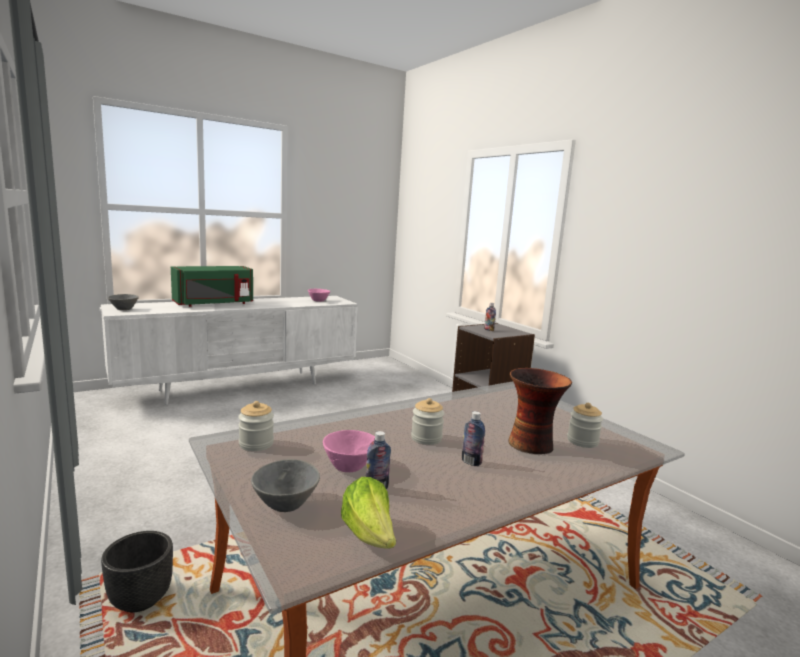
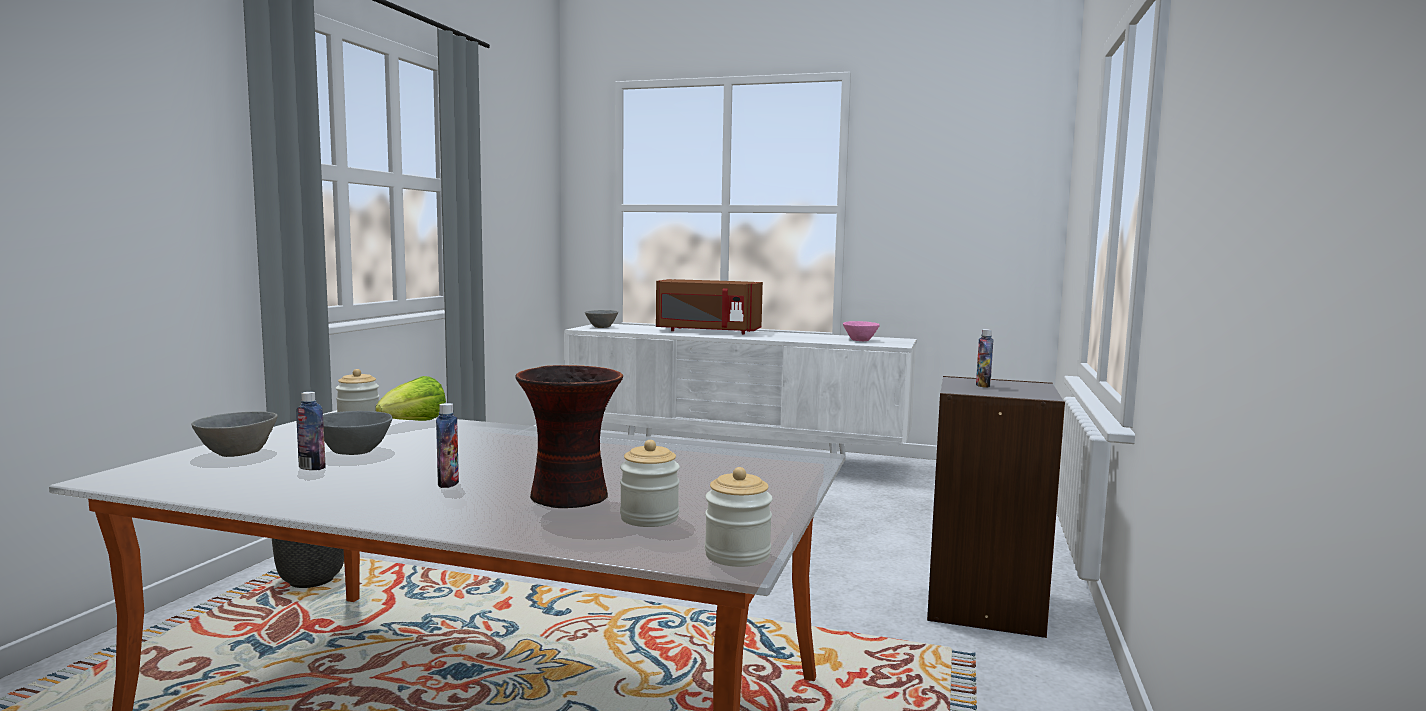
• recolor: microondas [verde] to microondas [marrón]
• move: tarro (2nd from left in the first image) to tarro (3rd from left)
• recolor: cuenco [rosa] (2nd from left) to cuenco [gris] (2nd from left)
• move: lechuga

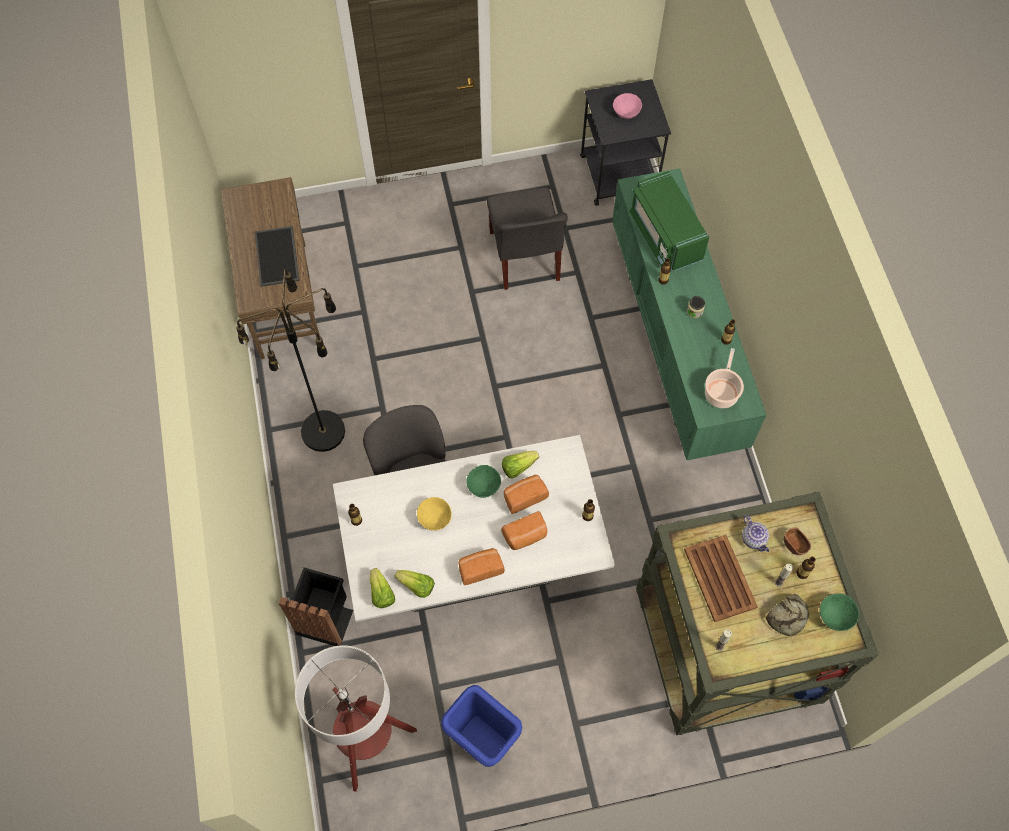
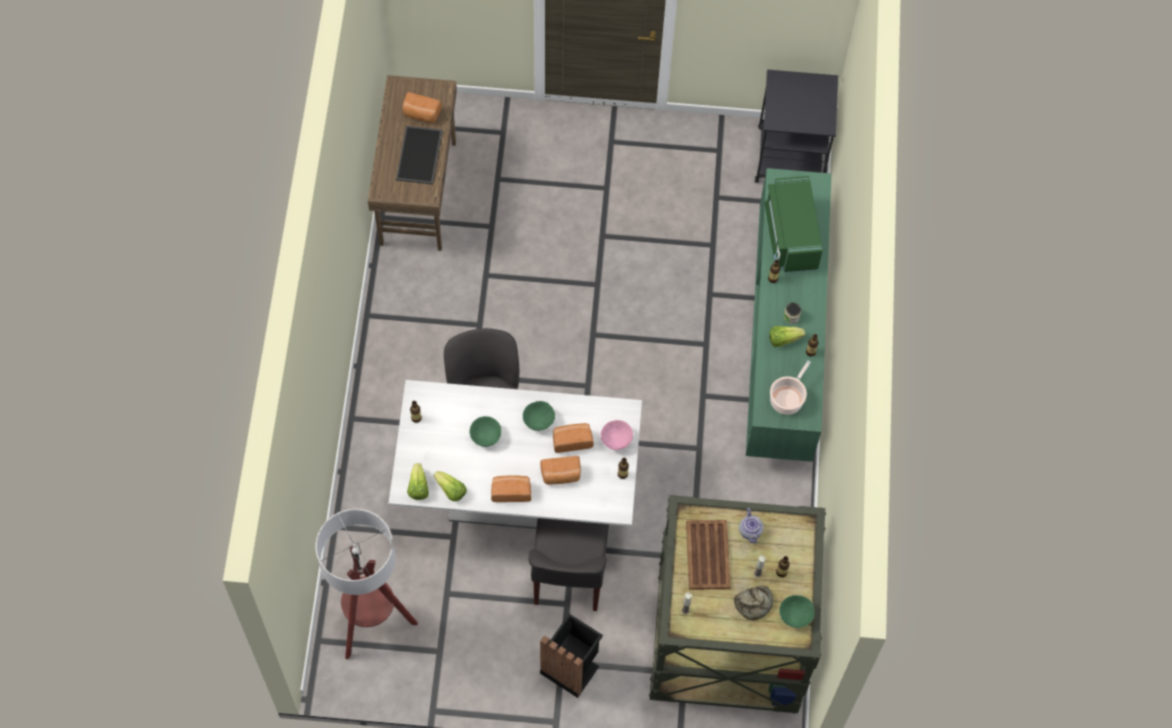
• move: cuenco [rosa]
• move: silla [gris] (2nd from left)
• delete: lámpara de pie (1st from left)
• move: lechuga (3rd from left)
• recolor: cuenco [amarillo] to cuenco [verde] (1st from left)
• delete: cuenco [marrón]
• move: papelera [negro]
• delete: papelera [azul]
• insert: pan (1st from left)

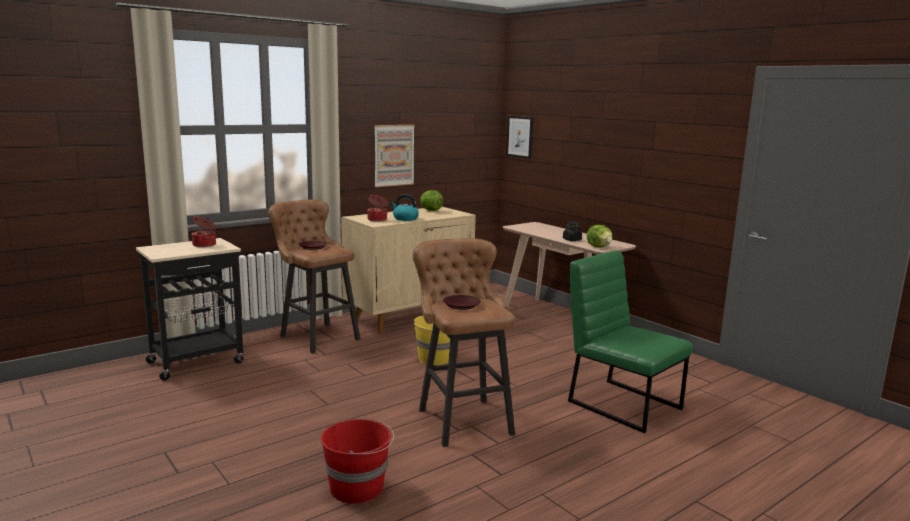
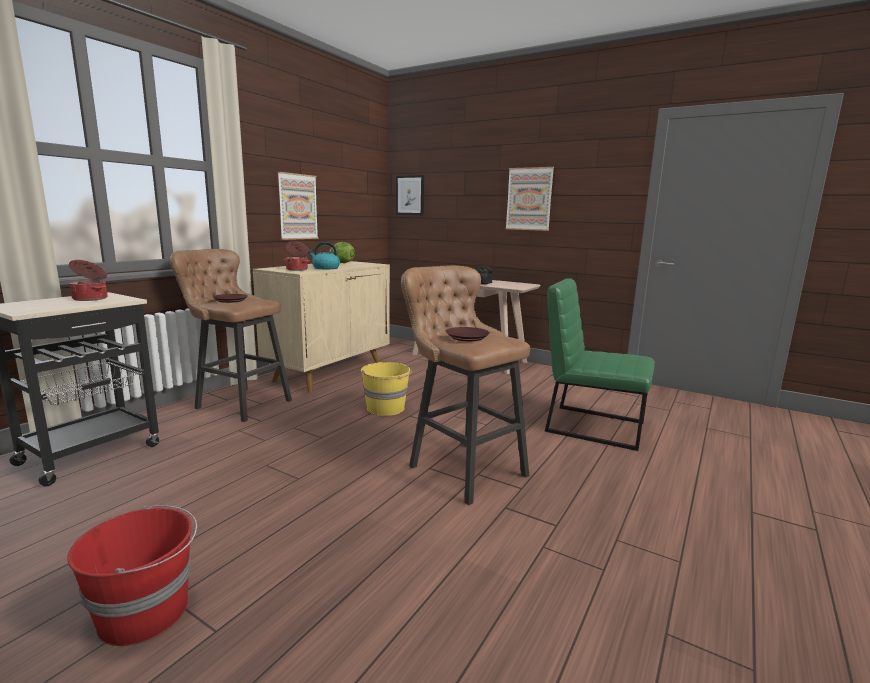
• delete: lechuga (2nd from left)
• move: cubo [rojo]
• insert: cuadro (3rd from left)

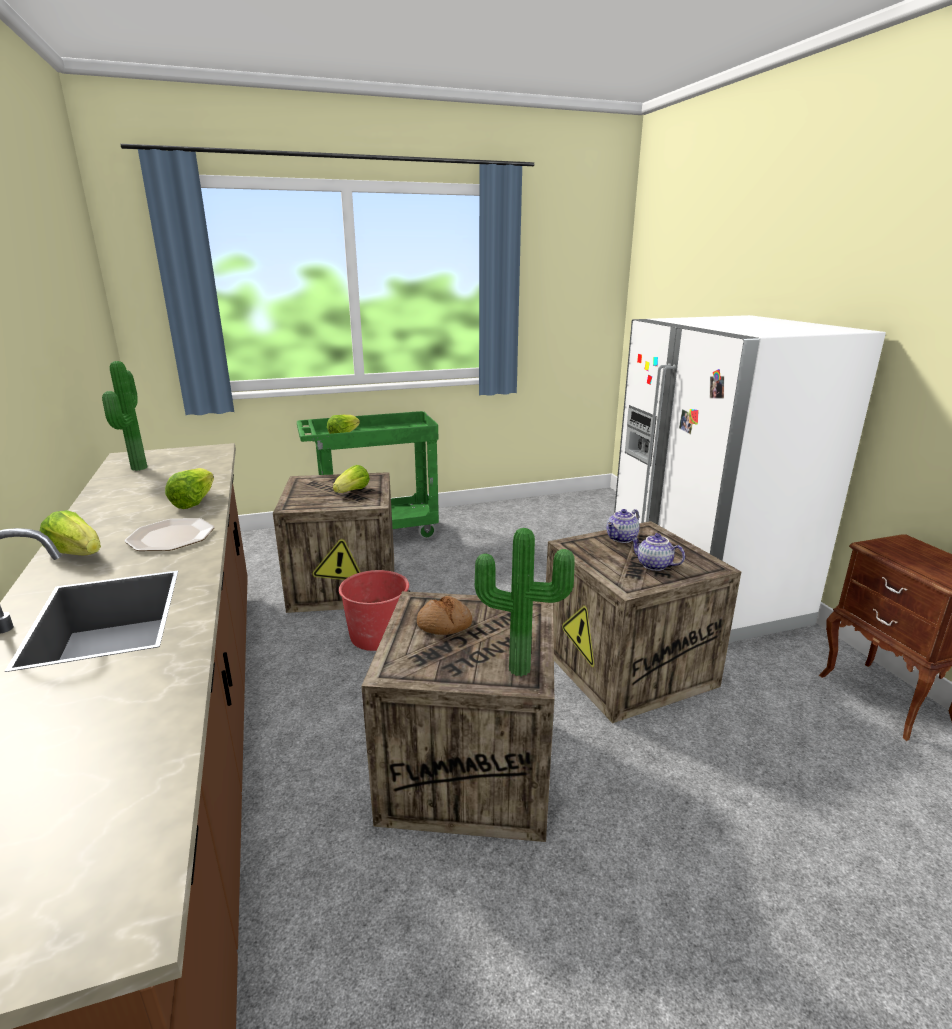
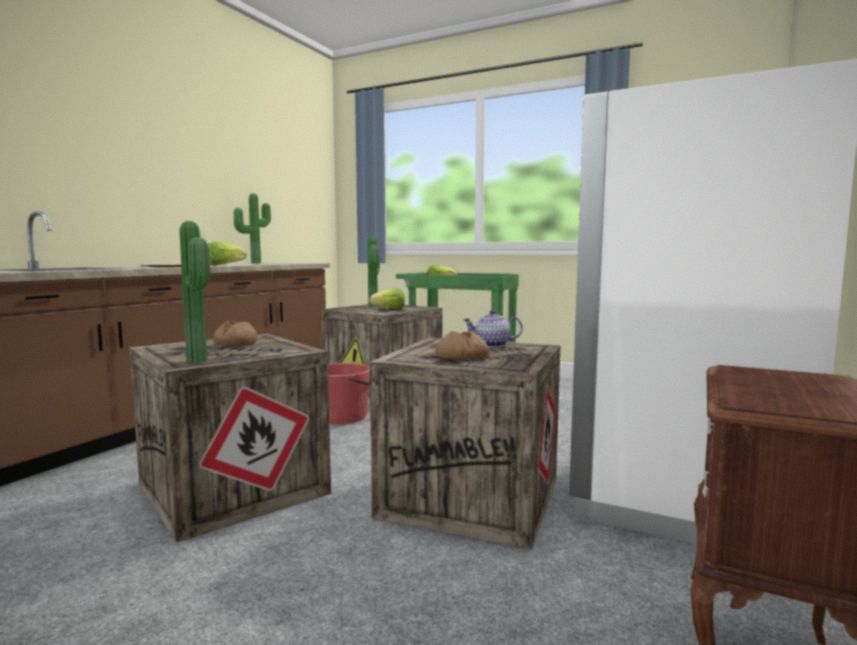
• delete: lechuga (1st from left)
• replace: tetera (2nd from left) to pan (2nd from left)
• insert: planta en maceta (3rd from left)

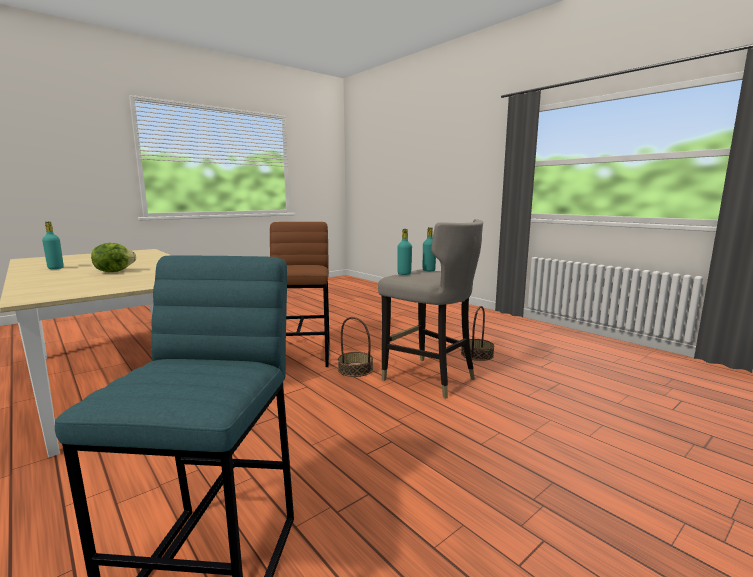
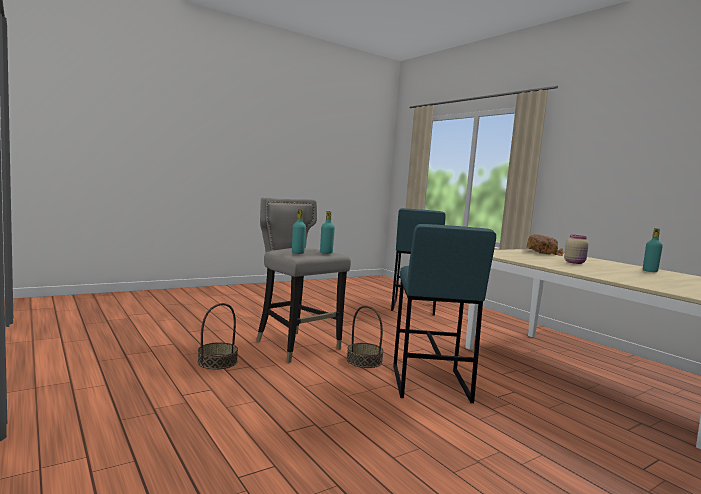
• recolor: taburete [marrón] to taburete [turquesa] (2nd from left)
• replace: lechuga to tarro [beis]
• insert: pan

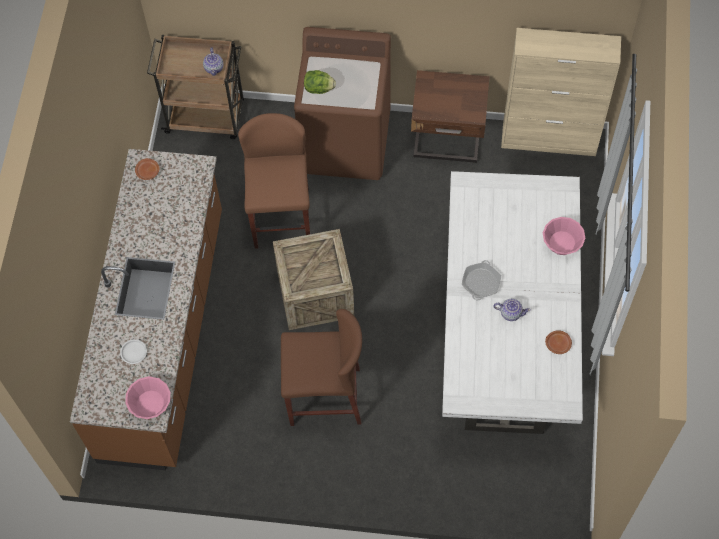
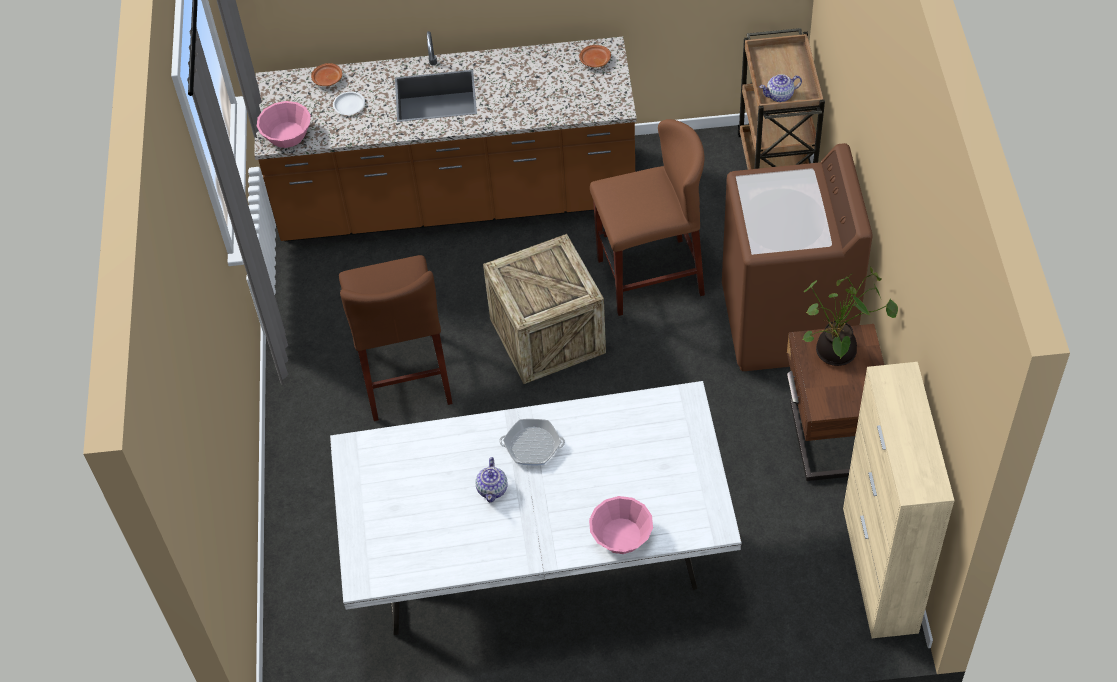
• delete: lechuga
• move: plato [marrón] (2nd from left in the first image) to plato [marrón] (1st from left)
• insert: planta en maceta

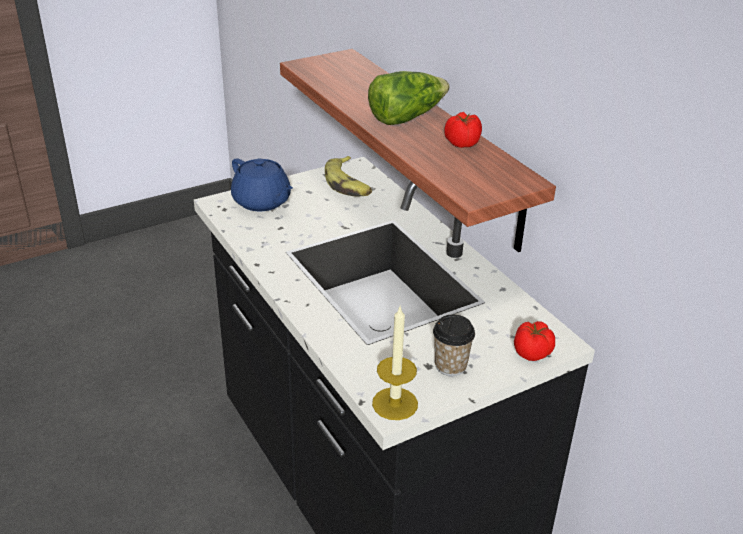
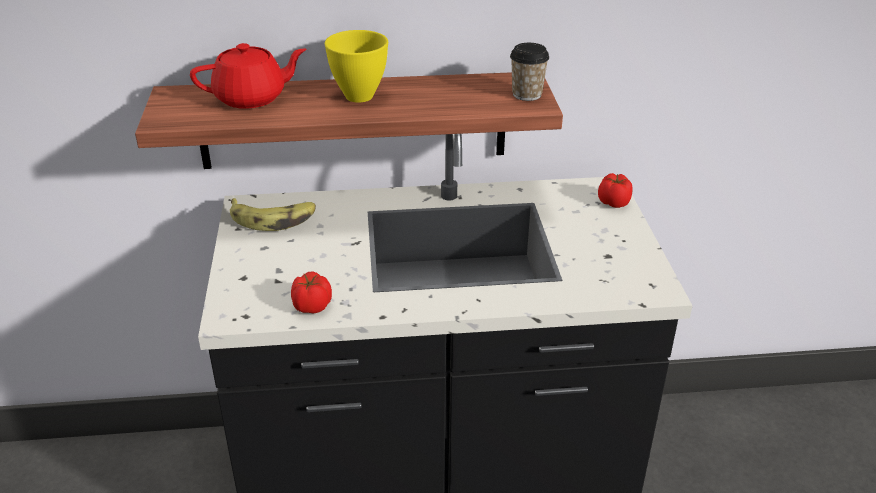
• replace: lechuga to cuenco [amarillo]
• move: tomate (1st from left)
• delete: tetera [azul]
• delete: vela
• move: taza
• insert: tetera [rojo]

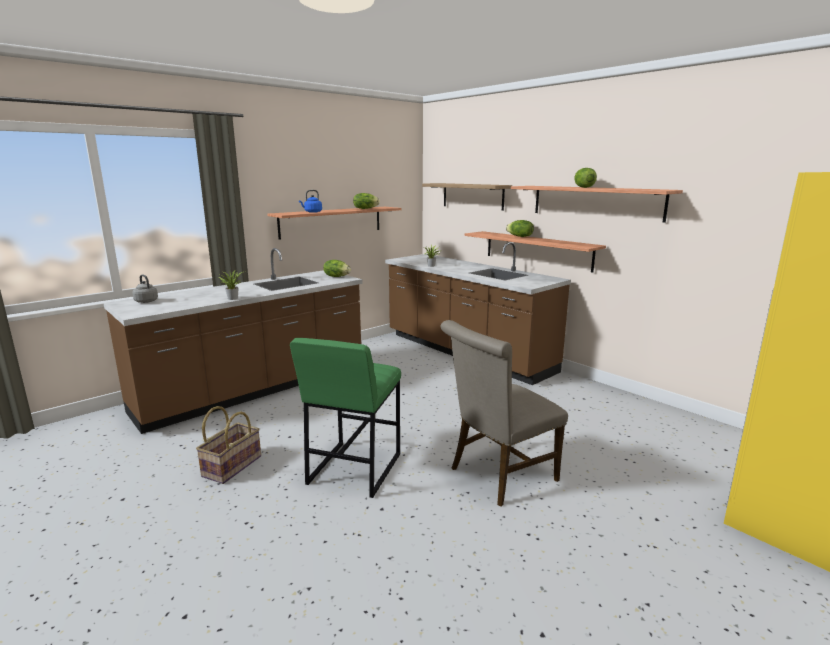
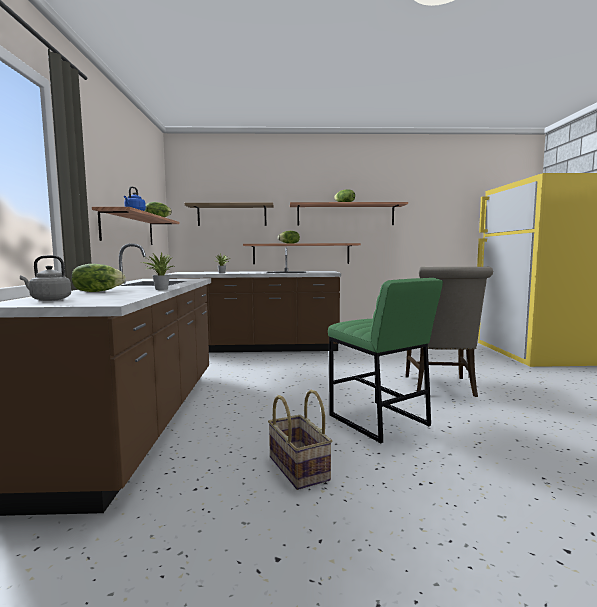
• move: lechuga (1st from left)

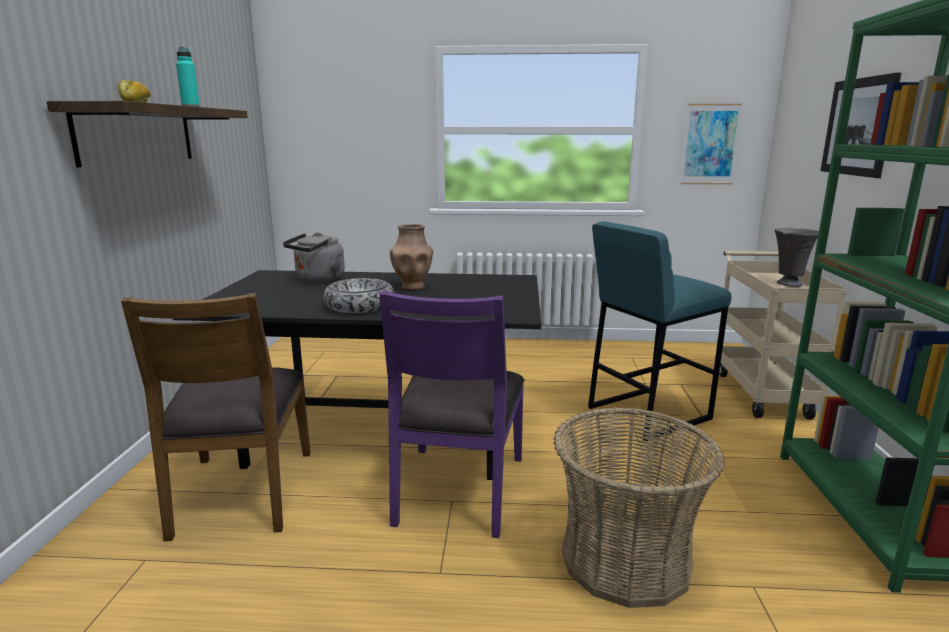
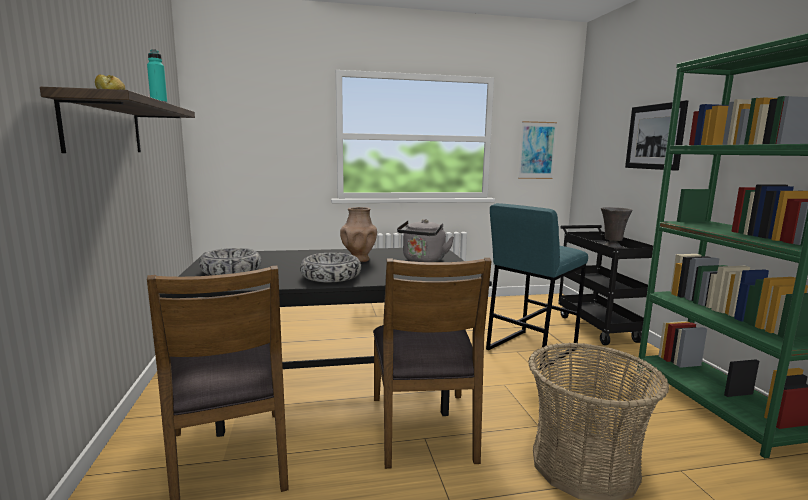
• move: hervidor [gris]
• recolor: carrito [beis] to carrito [negro]
• recolor: silla [morado] to silla [marrón] (2nd from left)
• insert: cuenco (1st from left)

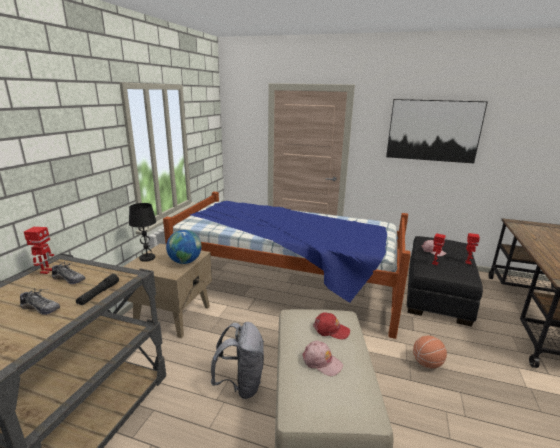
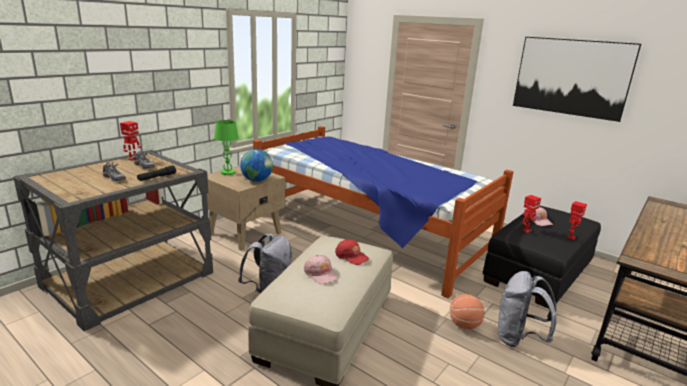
• recolor: lámpara de mesa [negro] to lámpara de mesa [verde]
• insert: mochila [gris] (2nd from left)

